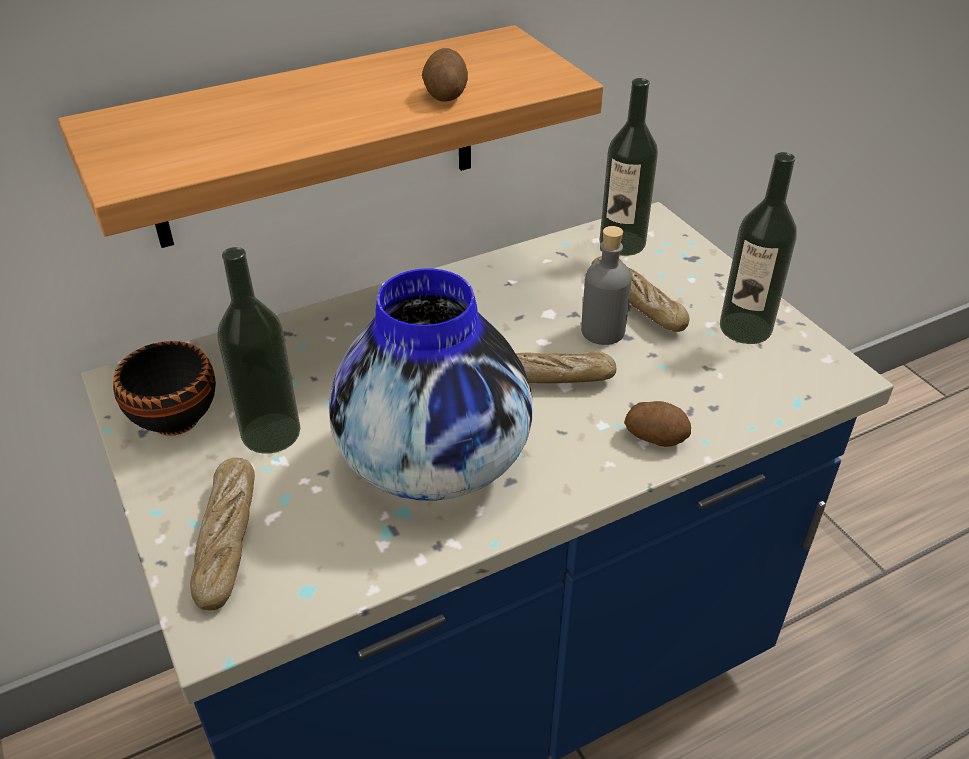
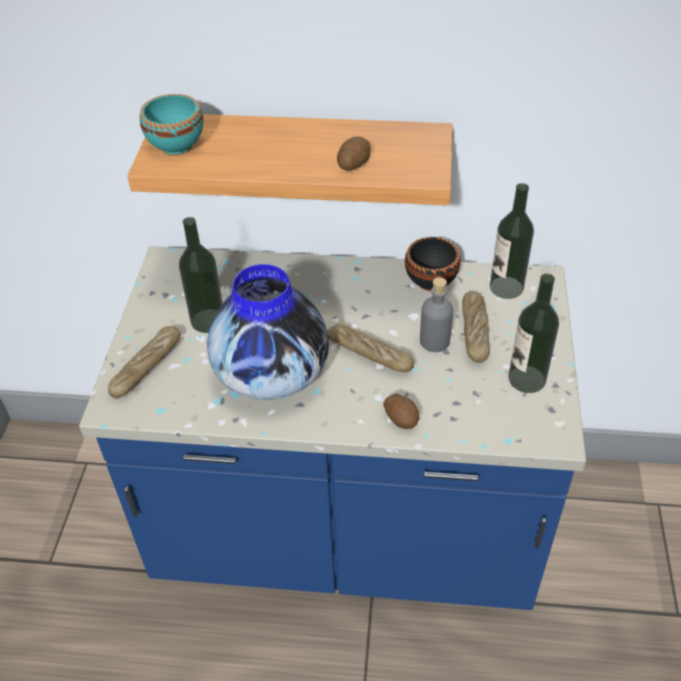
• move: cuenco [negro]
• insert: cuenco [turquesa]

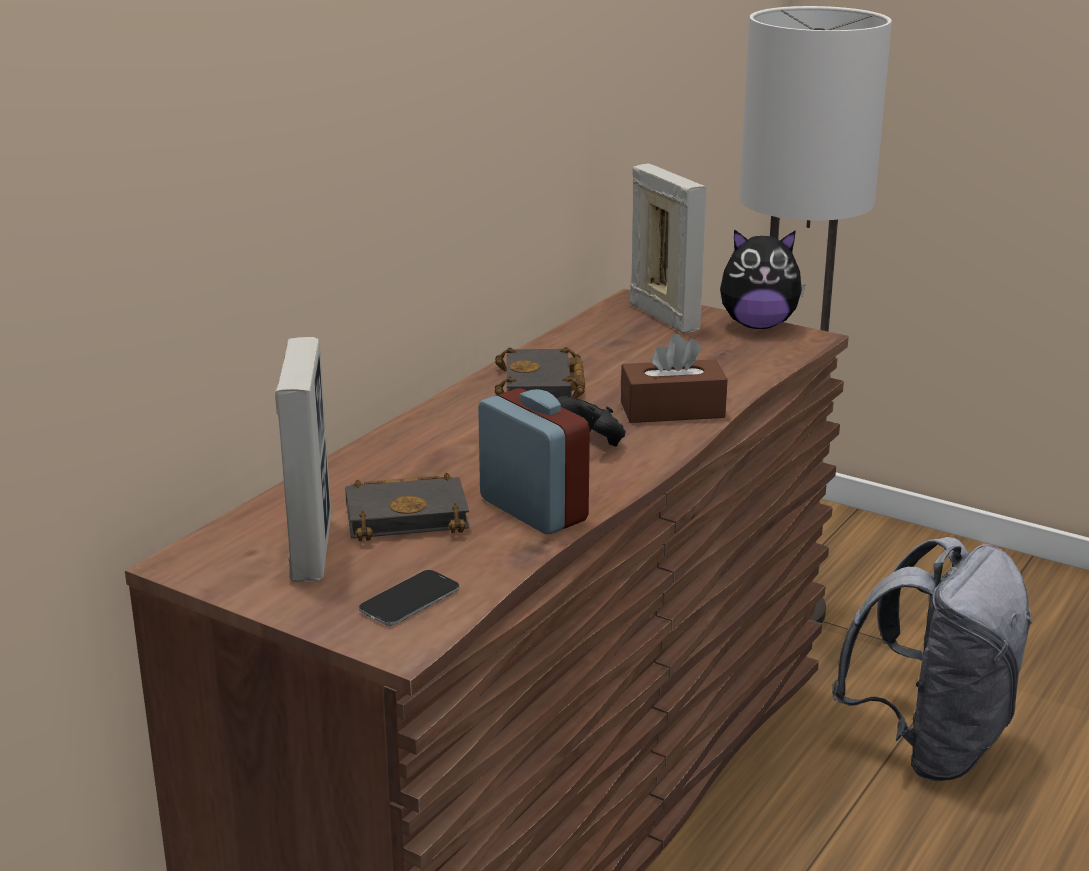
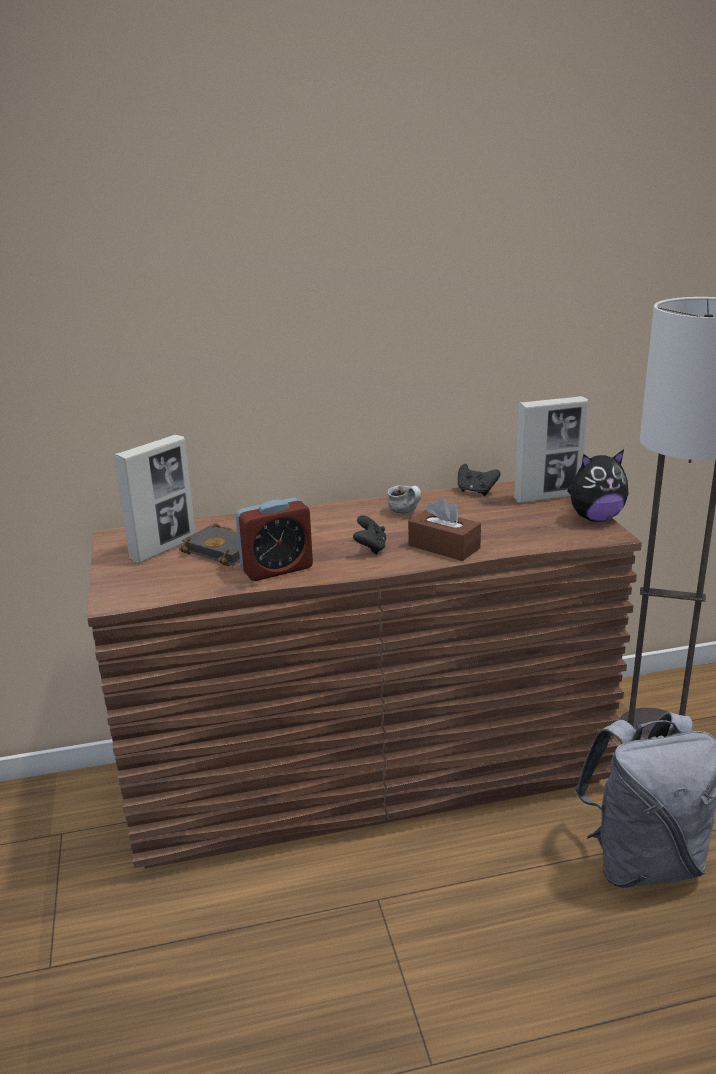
• rotate: portarretratos (2nd from left) 60 degrees clockwise
• rotate: peluche 60 degrees counterclockwise
• replace: libro [negro] (2nd from left) to taza grande
• rotate: despertador 60 degrees clockwise
• delete: móvil
• insert: mando de consola [negro] (2nd from left)

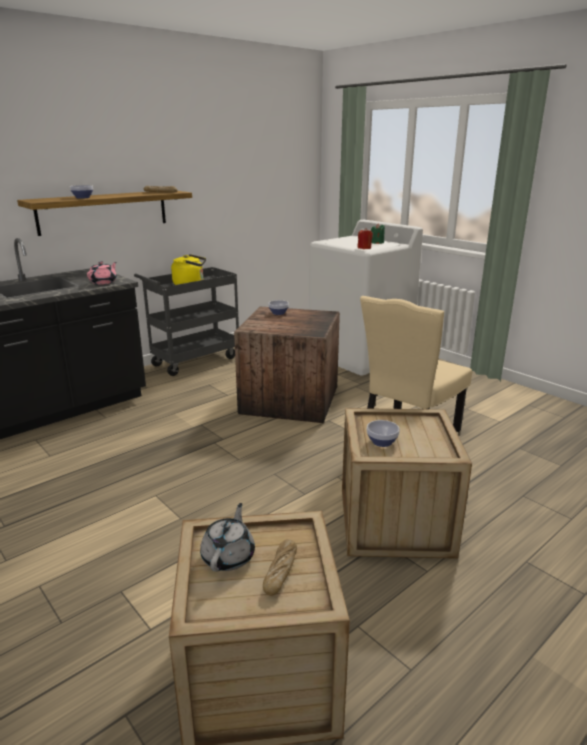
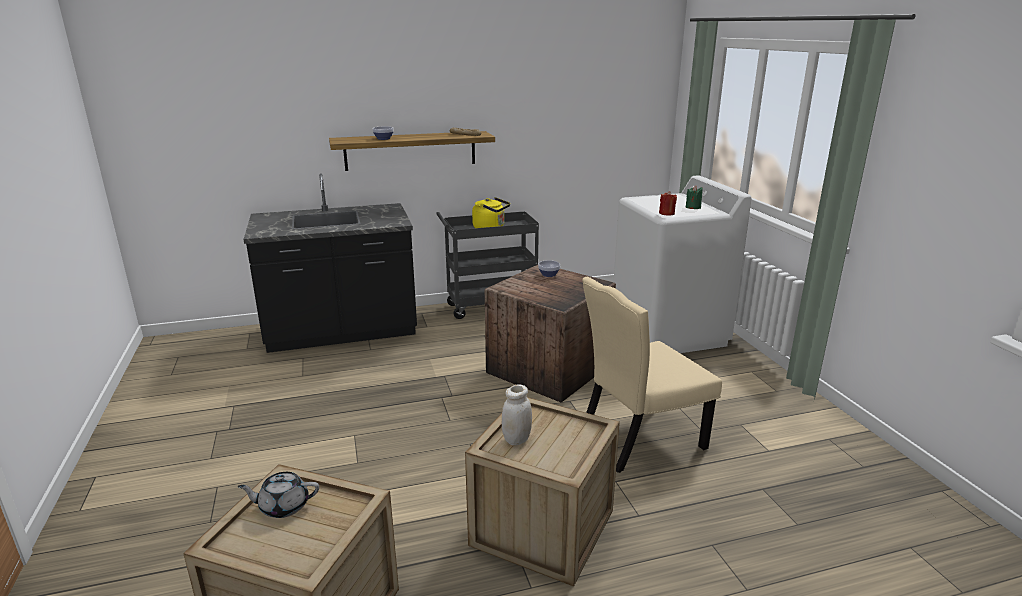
• delete: tetera [rosa]
• replace: cuenco (3rd from left) to tarro [blanco]
• rotate: tetera [gris] 135 degrees counterclockwise
• delete: pan (2nd from left)

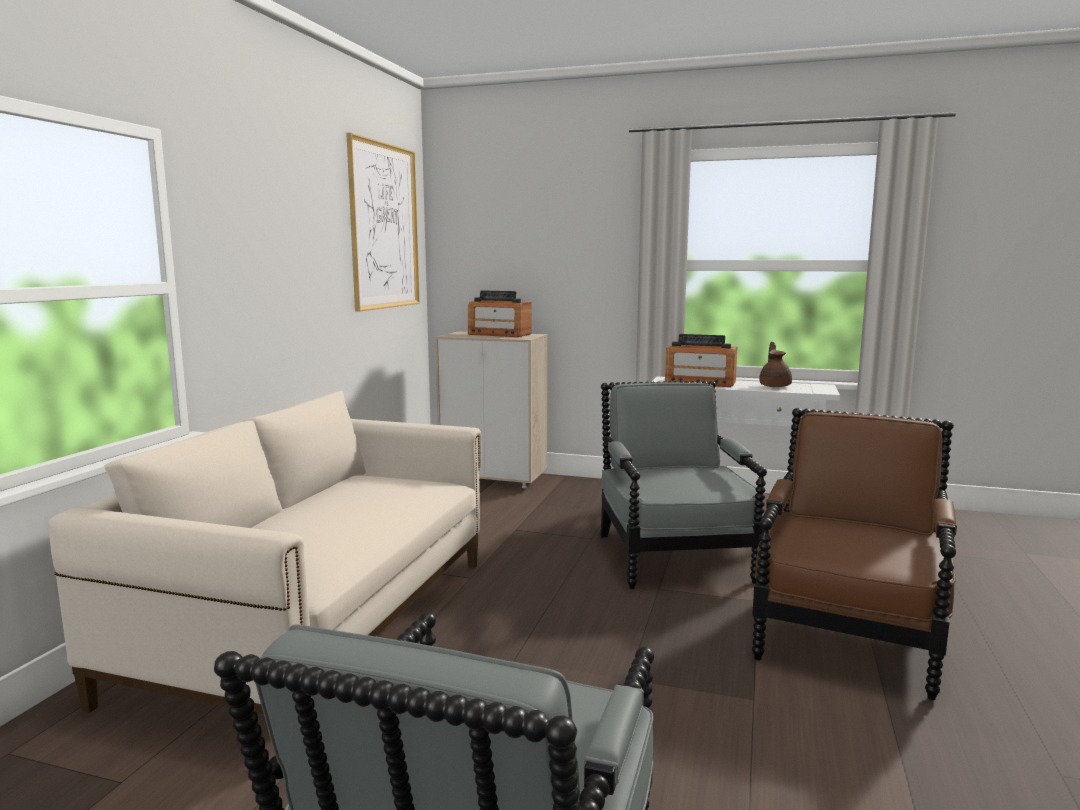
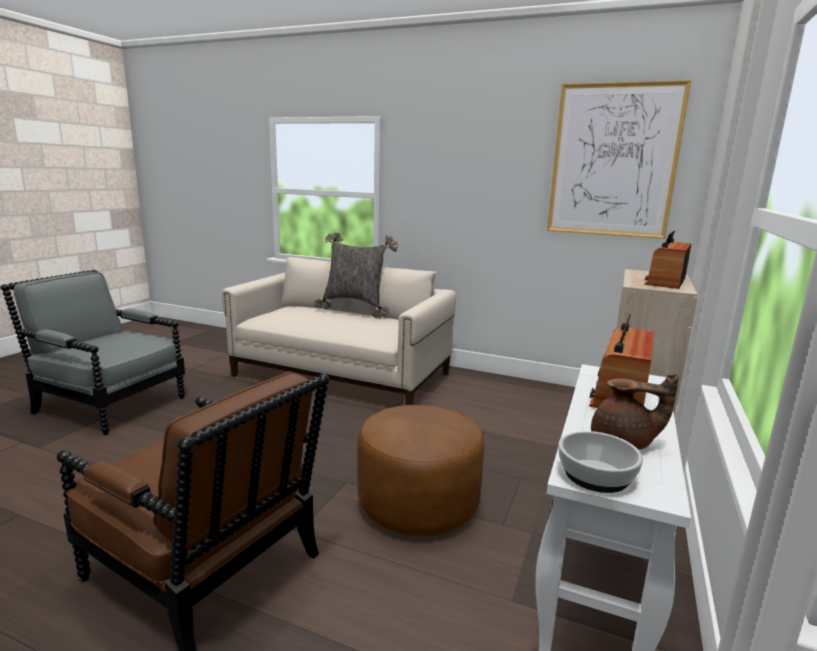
• replace: sillón [gris] (2nd from left) to puf [marrón]
• insert: cojín
• insert: cuenco

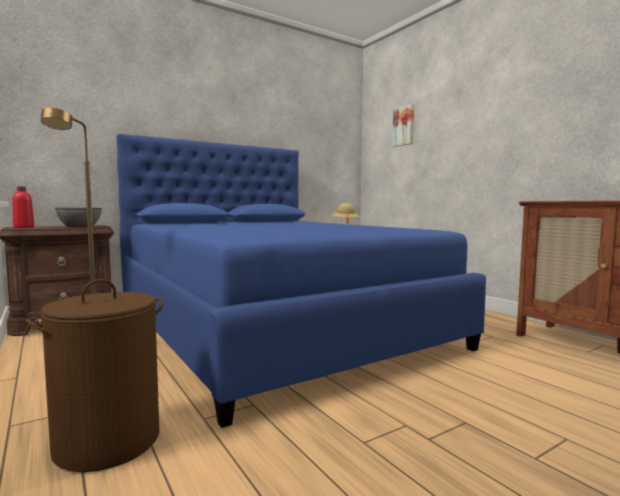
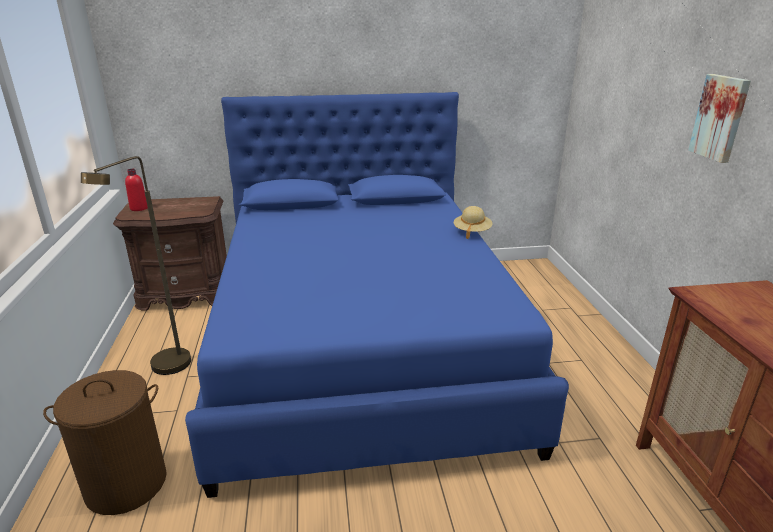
• move: cuadro
• delete: cuenco [gris]

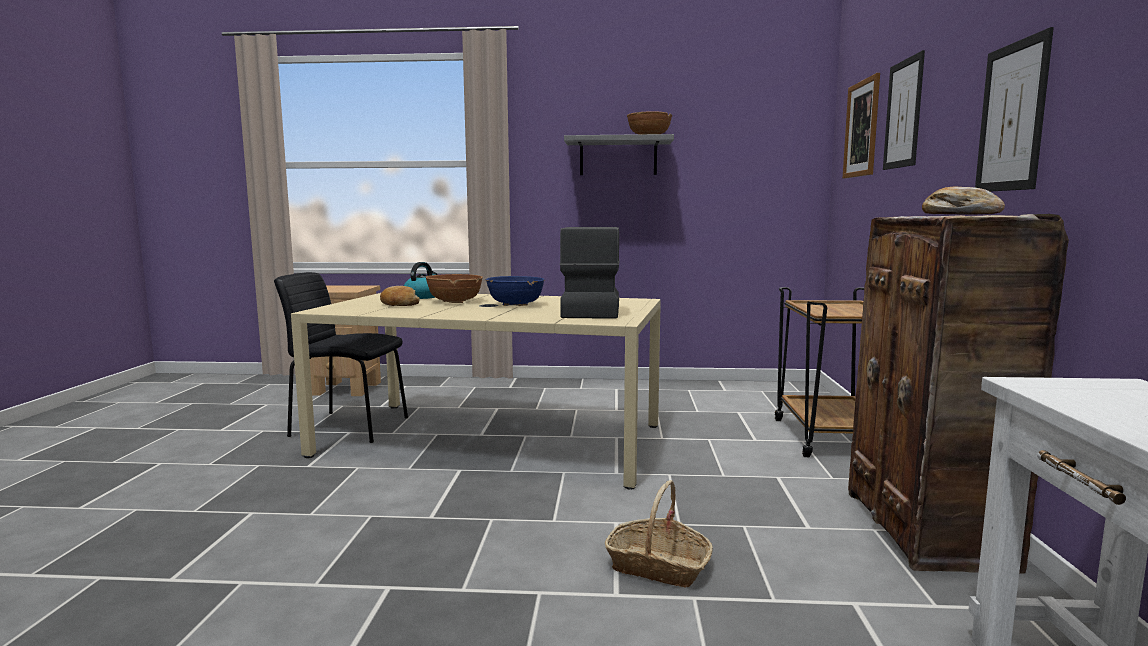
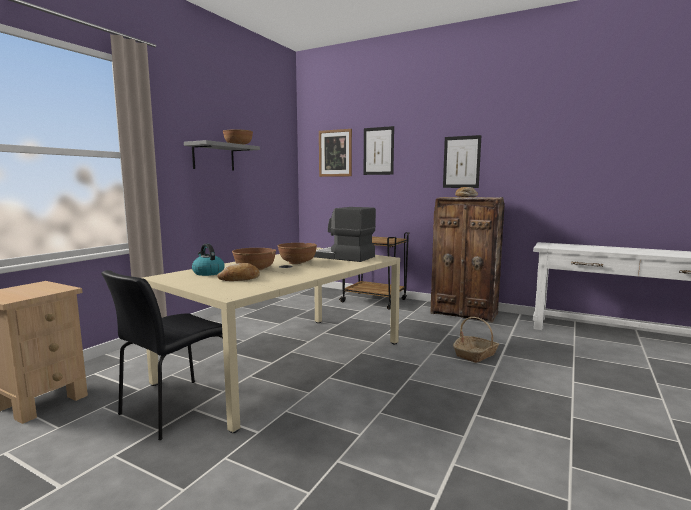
• recolor: cuenco [azul] to cuenco [marrón] (3rd from left)

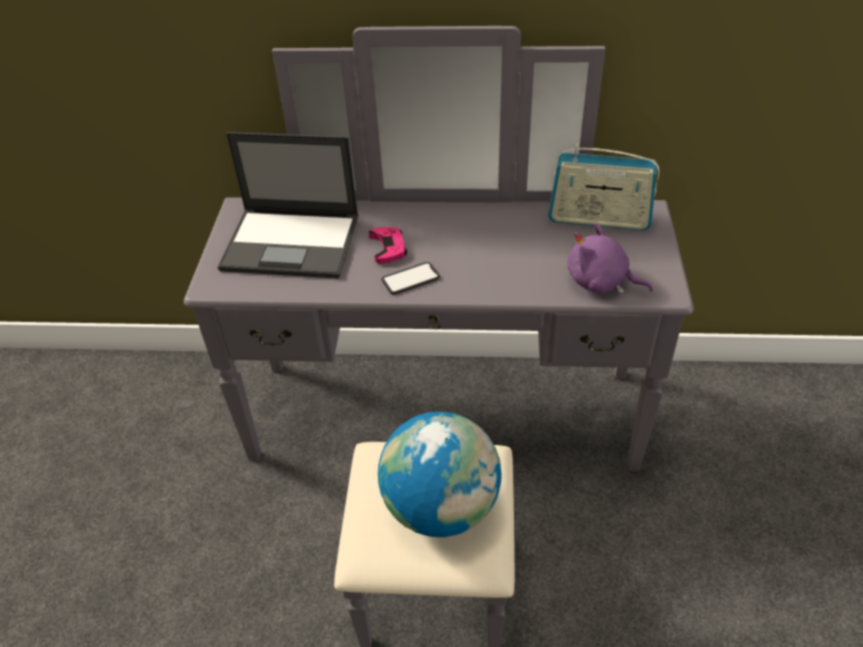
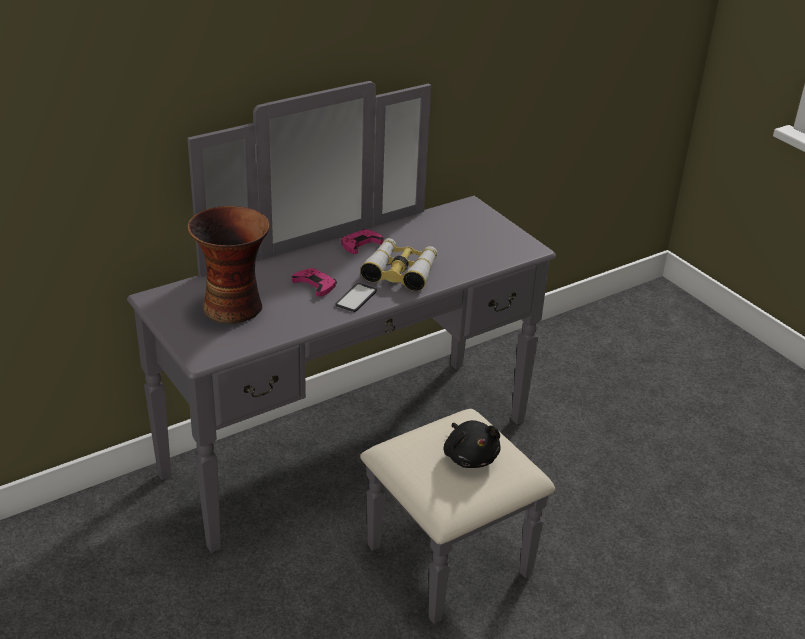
• replace: portátil to florero
• delete: radio
• delete: peluche [morado]
• replace: globo terráqueo to peluche [negro]
• insert: mando de consola [rosa] (2nd from left)
• insert: prismáticos

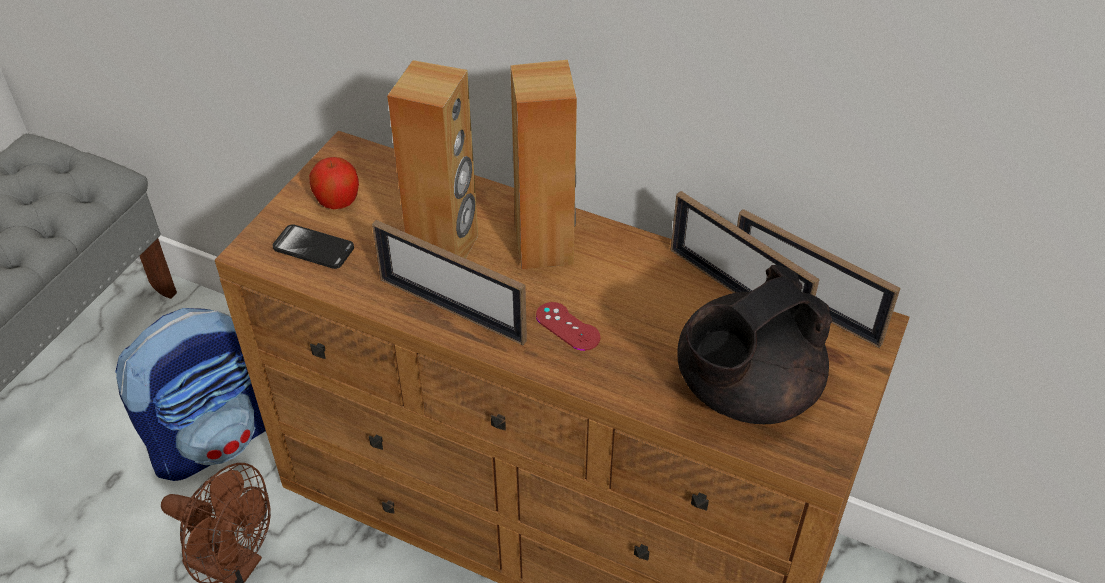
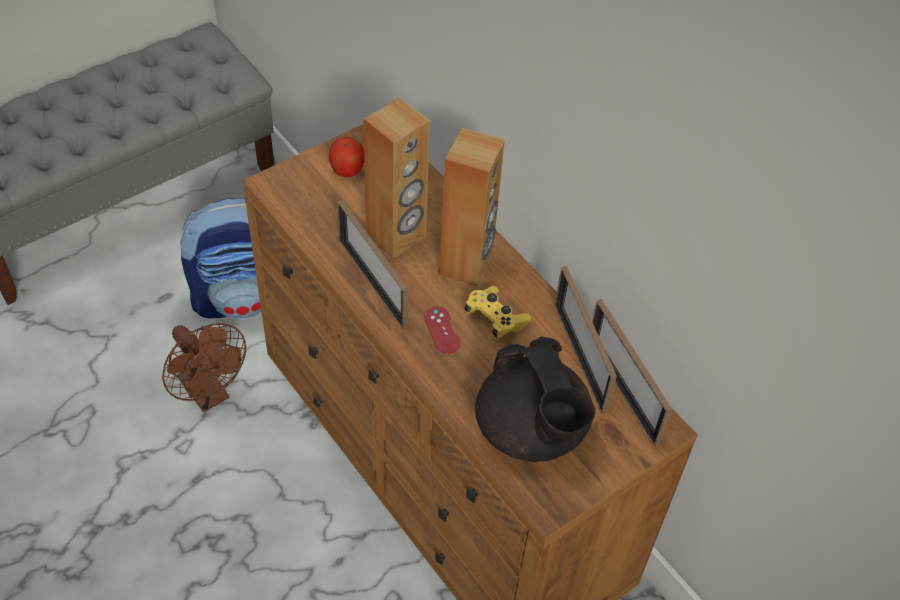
• delete: móvil
• rotate: tetera [negro] 105 degrees counterclockwise
• insert: mando de consola [amarillo]

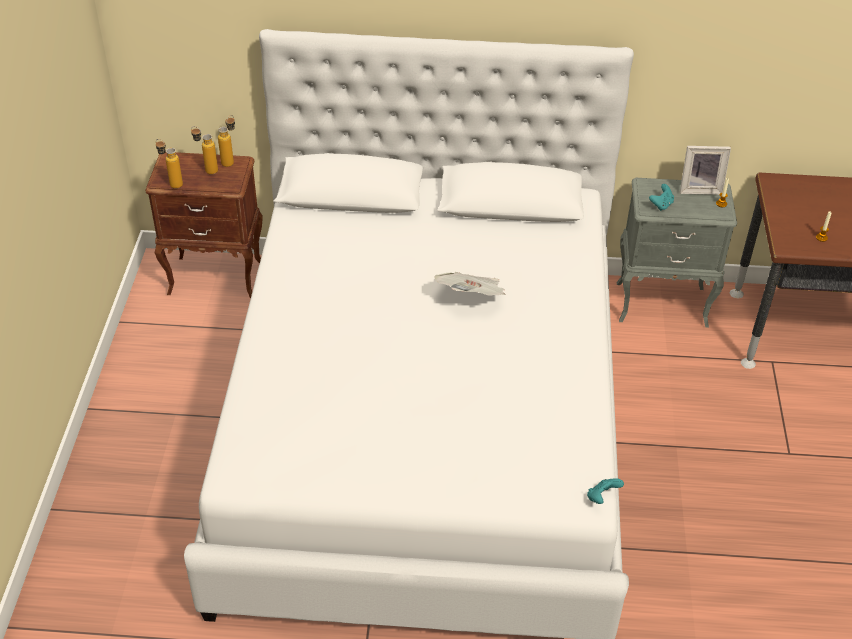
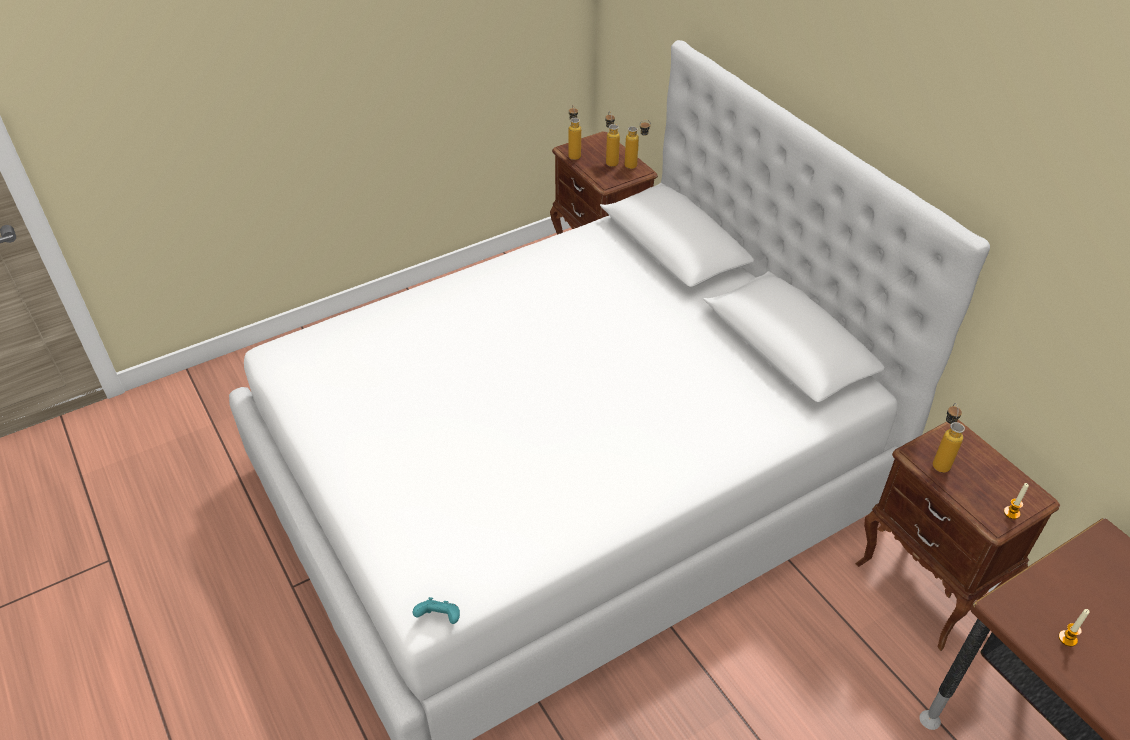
• delete: portarretratos
• recolor: mesita de noche [gris] to mesita de noche [marrón] (2nd from left)
• replace: mando de consola [turquesa] (2nd from left) to botella (4th from left)
• delete: periódico

